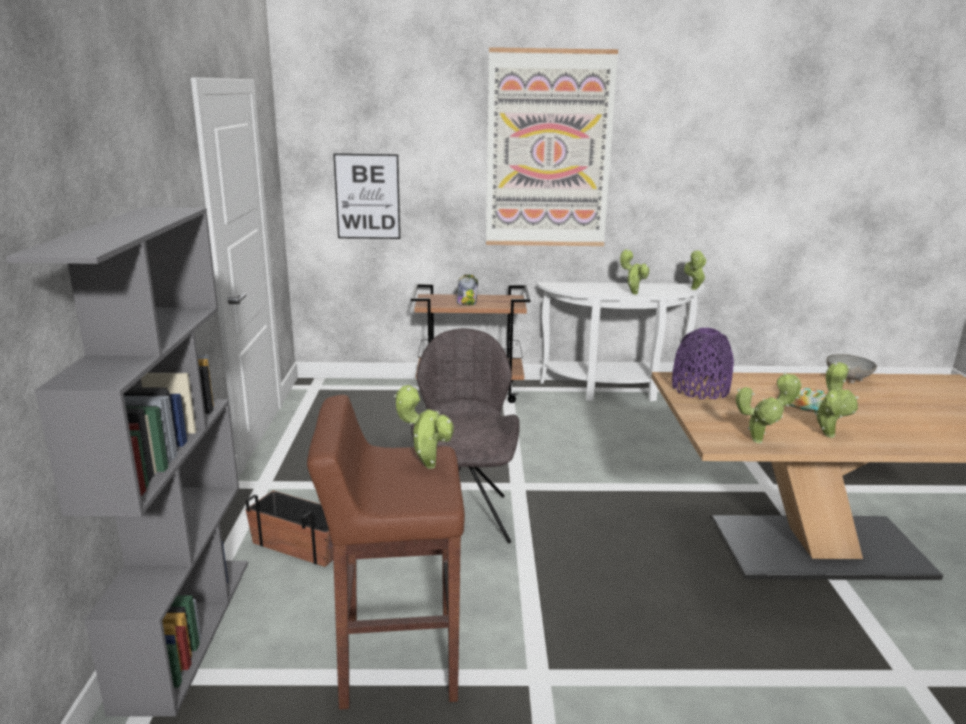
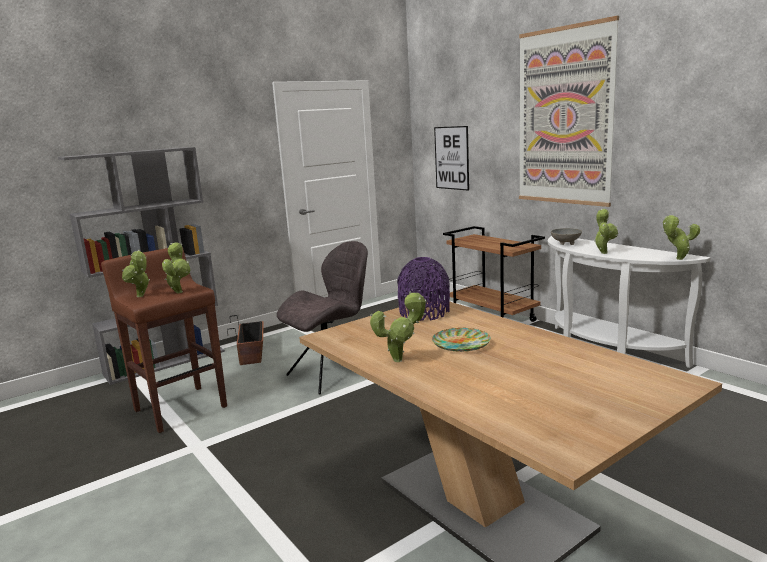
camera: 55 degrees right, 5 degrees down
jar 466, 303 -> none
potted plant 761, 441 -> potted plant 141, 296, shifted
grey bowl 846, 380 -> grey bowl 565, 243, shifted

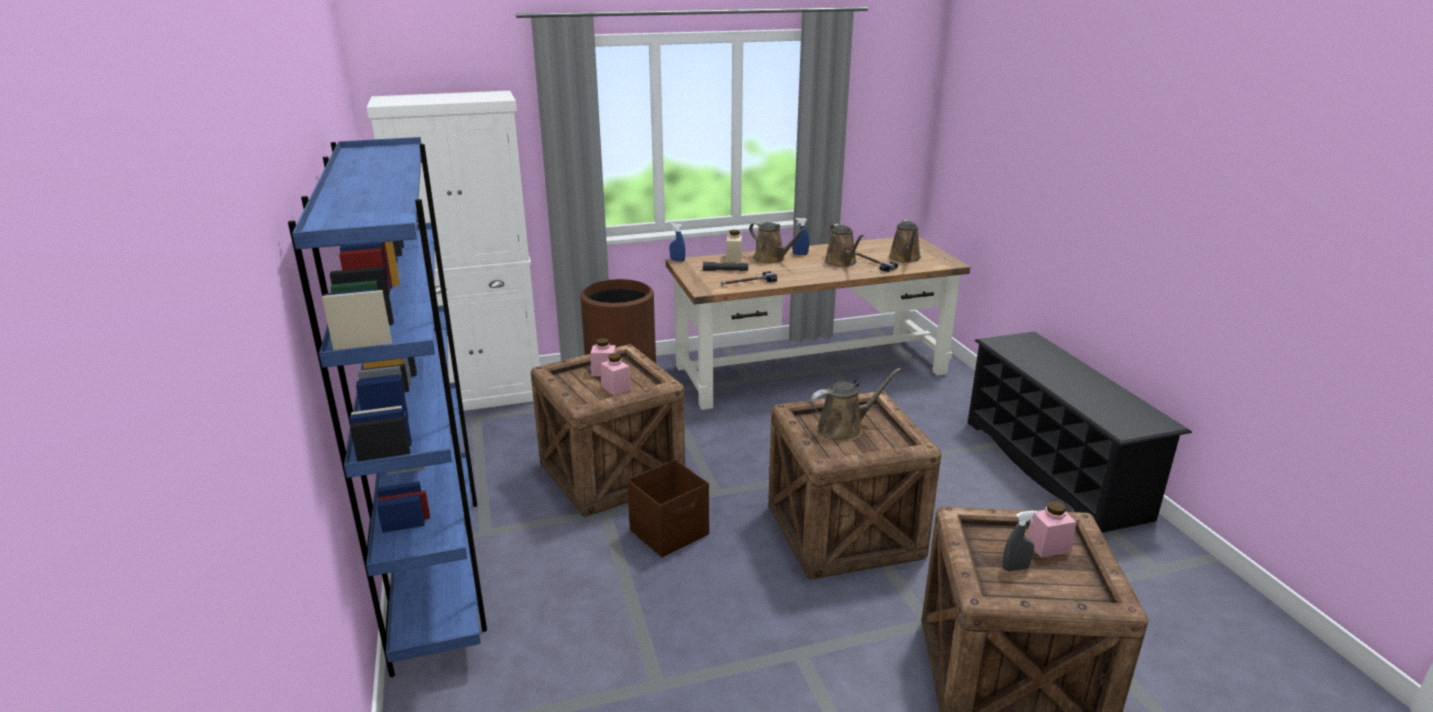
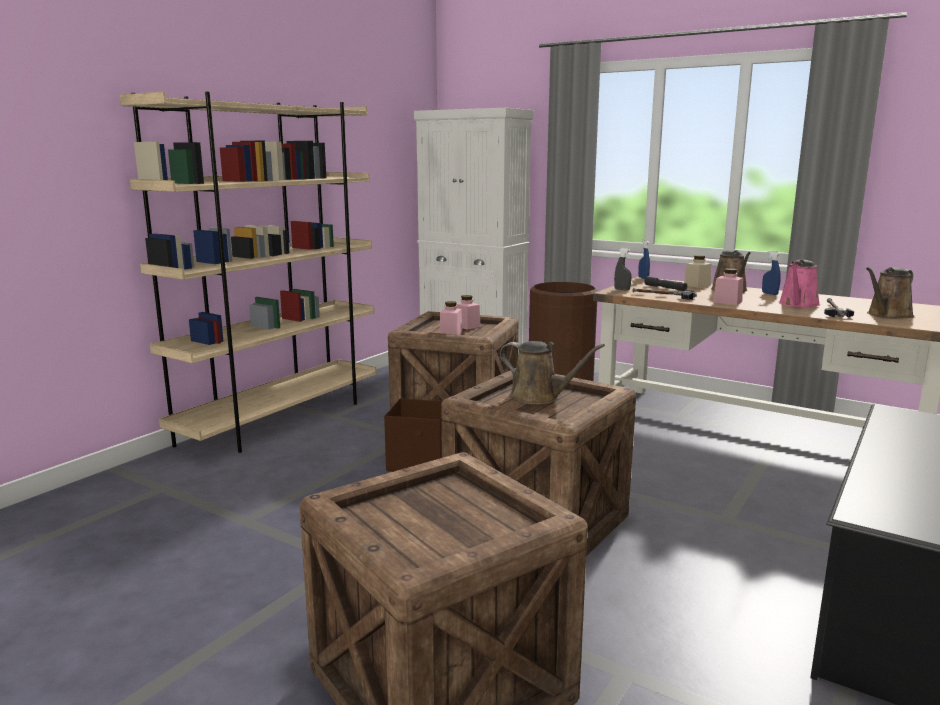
camera: 50 degrees right, 10 degrees down
grey spray bottle 1015, 568 -> grey spray bottle 622, 289, shifted
pink jar 1048, 546 -> pink jar 727, 302, shifted
blue bookcase 438, 568 -> beige bookcase 281, 419
brown watering can 842, 263 -> pink watering can 798, 304

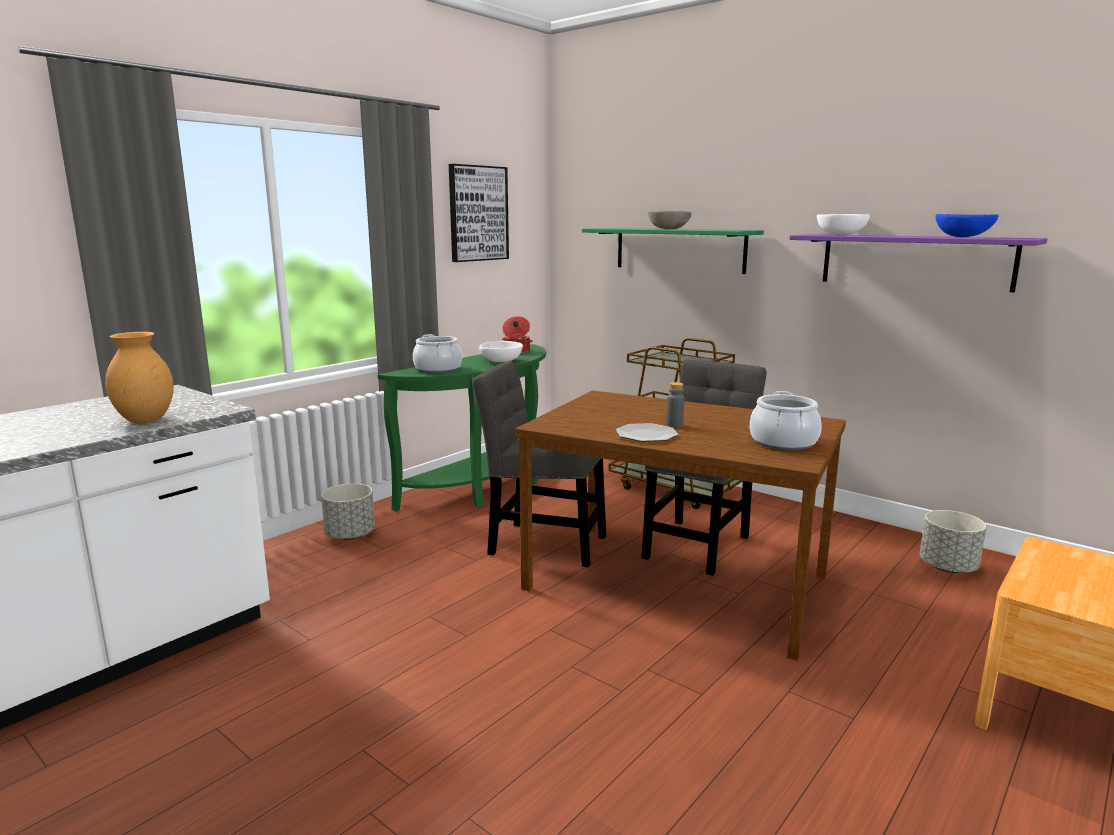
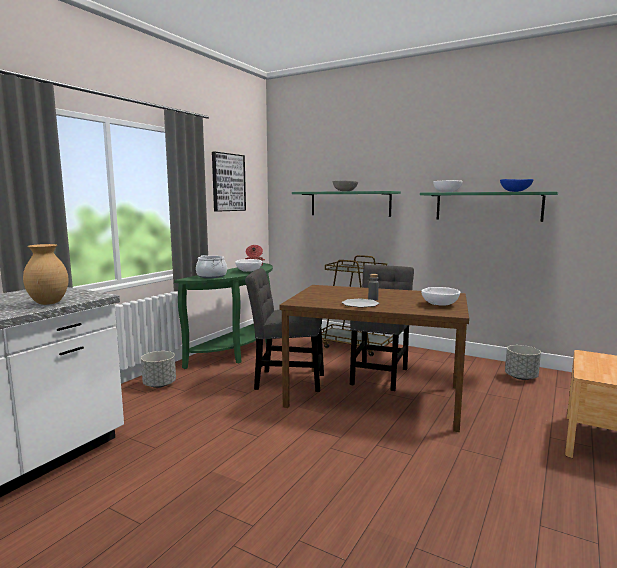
camera: 10 degrees left, 5 degrees down
cooking pot 783, 442 -> white bowl 439, 304
purple shelf 914, 261 -> green shelf 488, 206

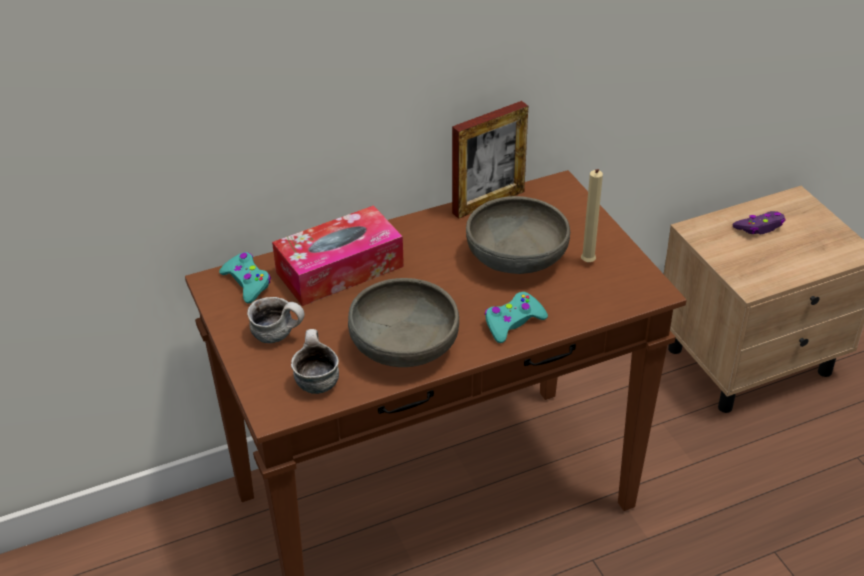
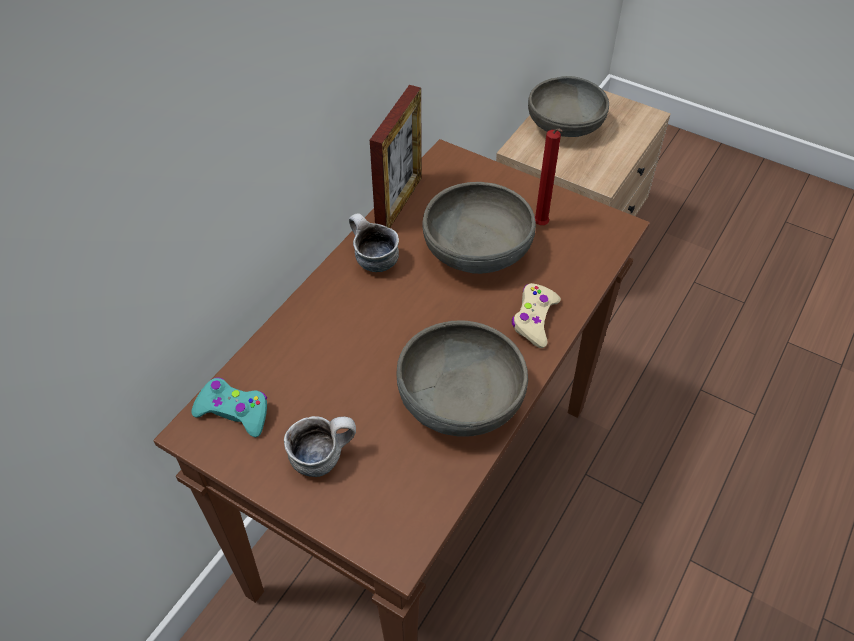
camera: 35 degrees left, 10 degrees up
tissue box 339, 269 -> none
mug 315, 379 -> mug 371, 260, shifted
purple game controller 759, 227 -> grey bowl 565, 126
turquoise game controller 513, 323 -> beige game controller 534, 320
beige candle 587, 264 -> red candle 541, 226

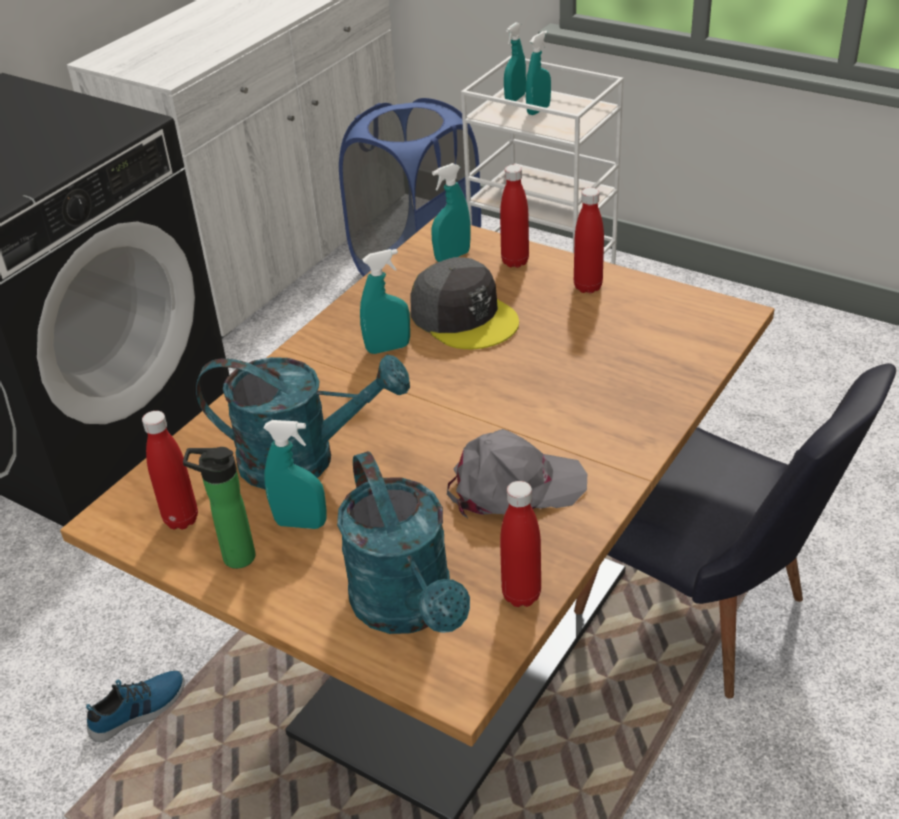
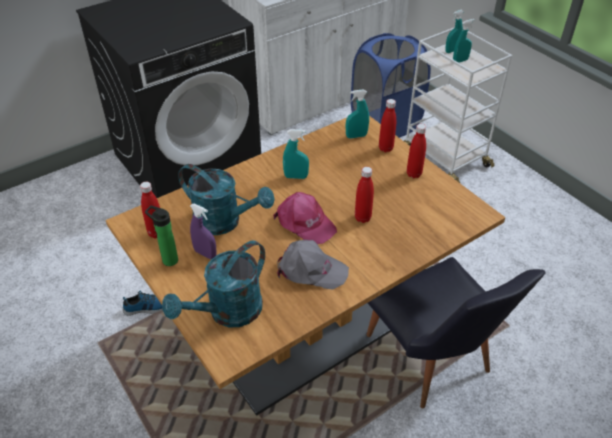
camera: 20 degrees right, 5 degrees up
grey cap 464, 316 -> none
none -> pink cap 305, 223
red bottle 521, 595 -> red bottle 362, 218, shifted
turquoise spray bottle 301, 523 -> purple spray bottle 205, 253
turquoise watering can 409, 609 -> turquoise watering can 228, 313, 45 degrees clockwise

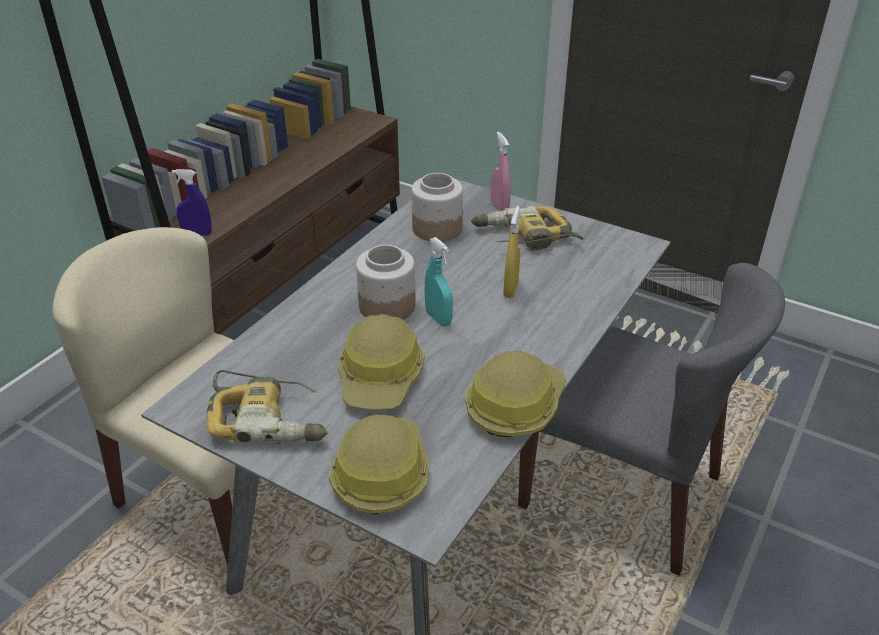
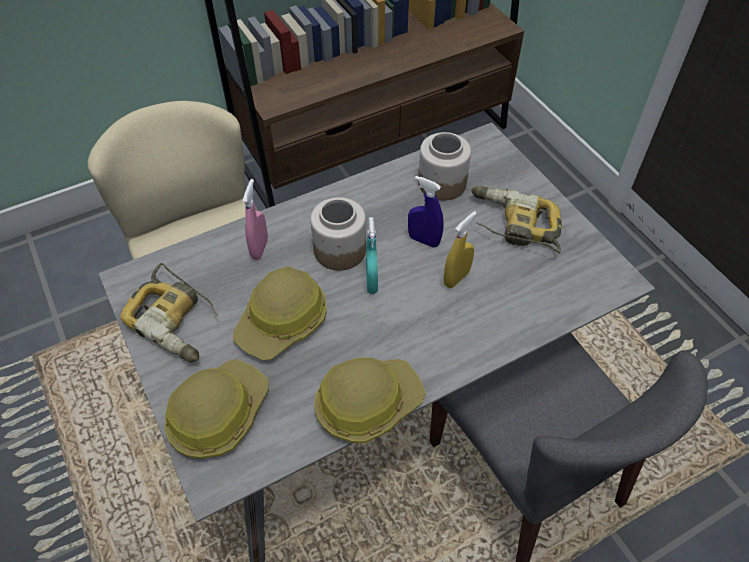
camera: 30 degrees right, 15 degrees up
blue spray bottle 197, 234 -> blue spray bottle 423, 240, shifted
pink spray bottle 499, 207 -> pink spray bottle 259, 248, shifted

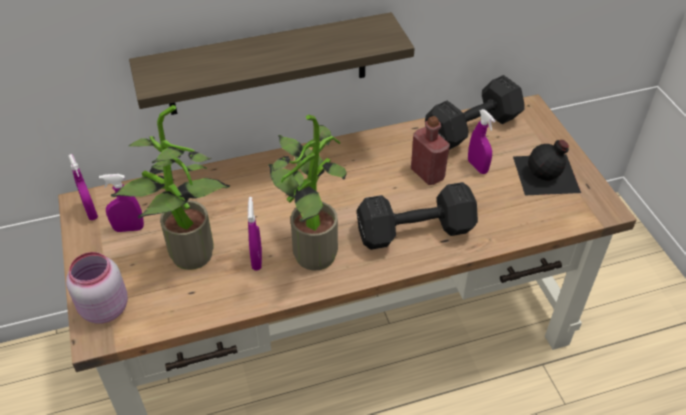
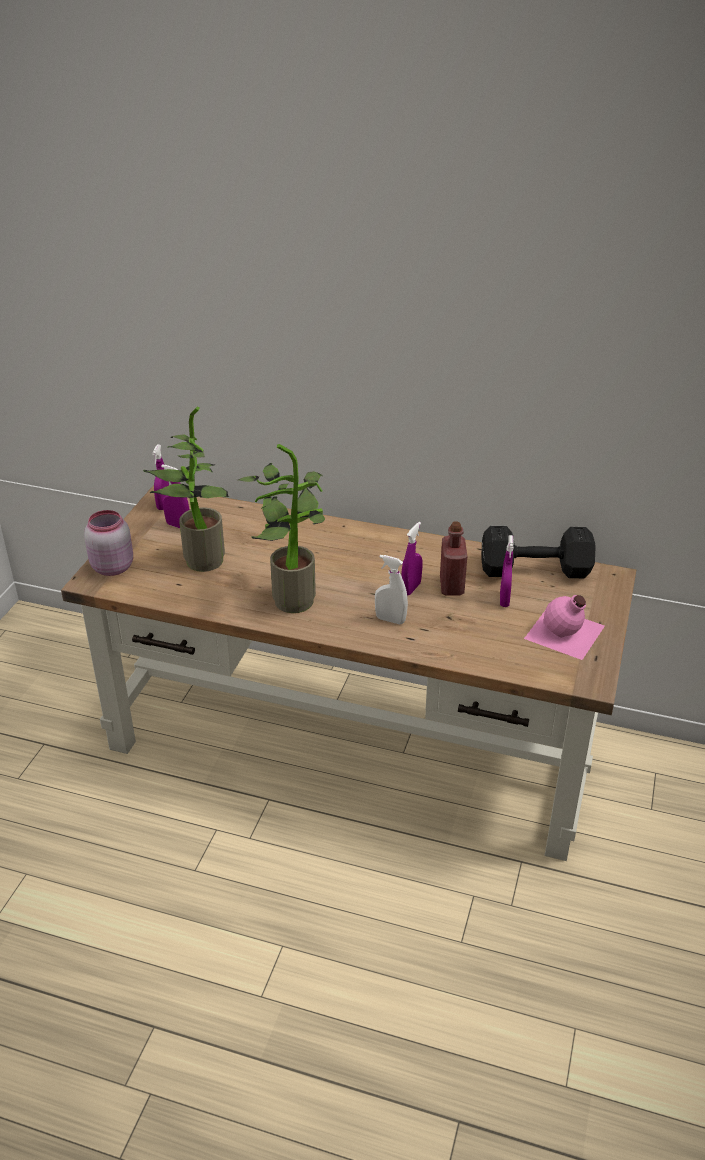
camera: 35 degrees right, 10 degrees down
shelf 267, 65 -> none
purple spray bottle 257, 260 -> purple spray bottle 411, 588, shifted
black dumbbell 412, 231 -> white spray bottle 390, 620
black bottle 547, 175 -> pink bottle 565, 633

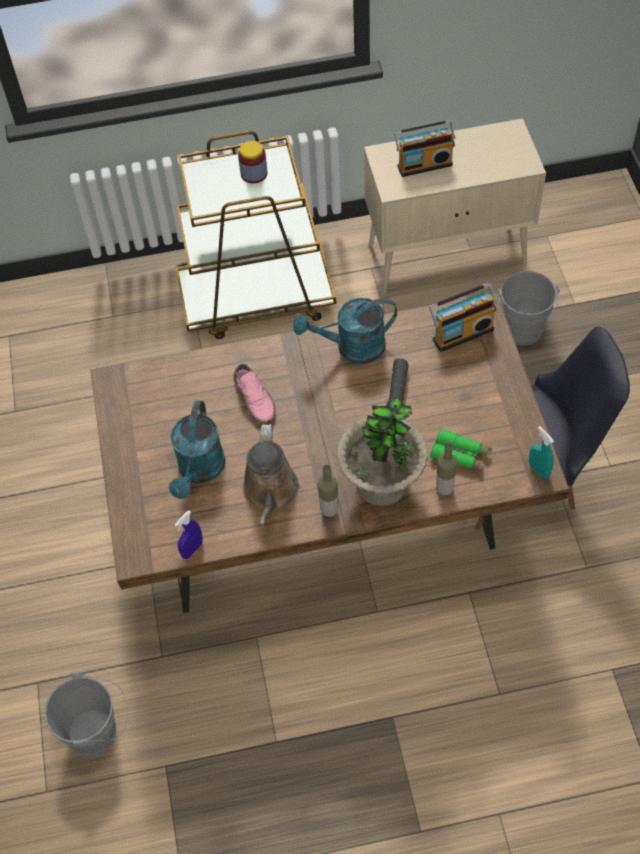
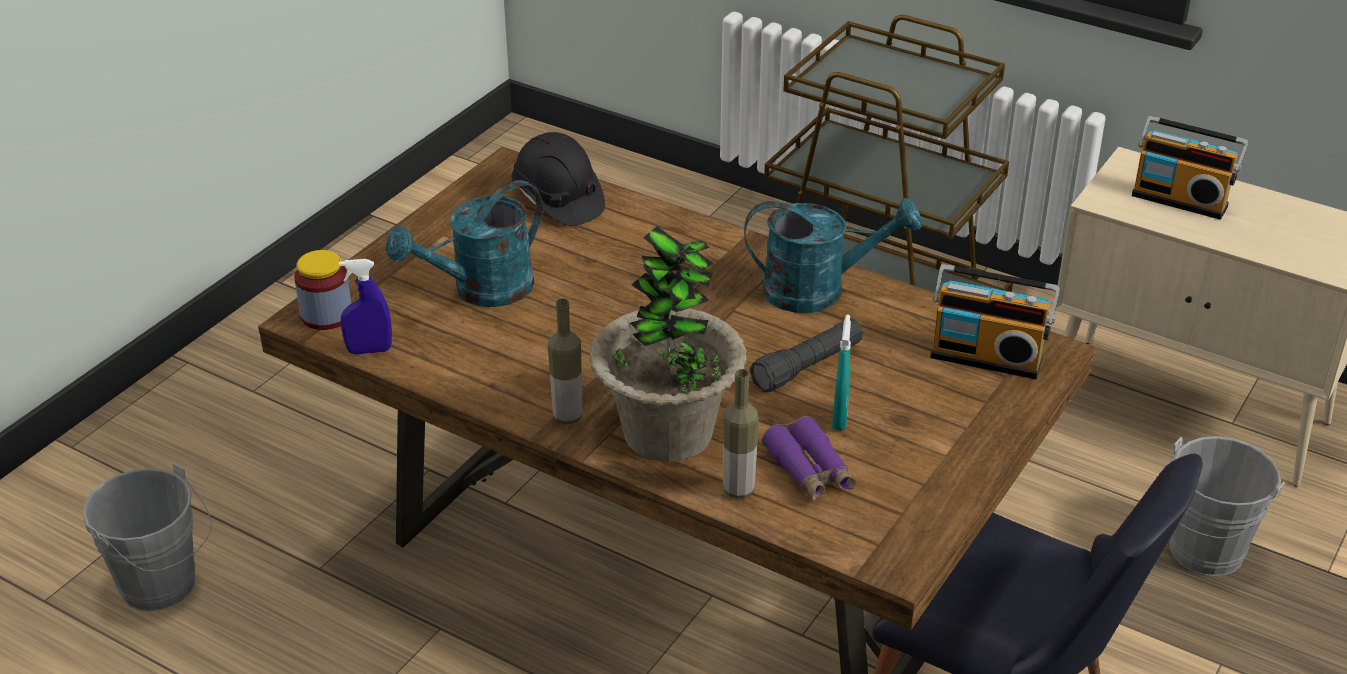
camera: 40 degrees right, 20 degrees down
pink shoe 255, 398 -> none
brown watering can 270, 493 -> none
none -> black hard hat 558, 200
jar 254, 174 -> jar 326, 315, shifted
turquoise spray bottle 538, 470 -> turquoise spray bottle 839, 418, shifted
green binoculars 460, 455 -> purple binoculars 809, 471
turquoise watering can 352, 348 -> turquoise watering can 819, 290, 150 degrees clockwise

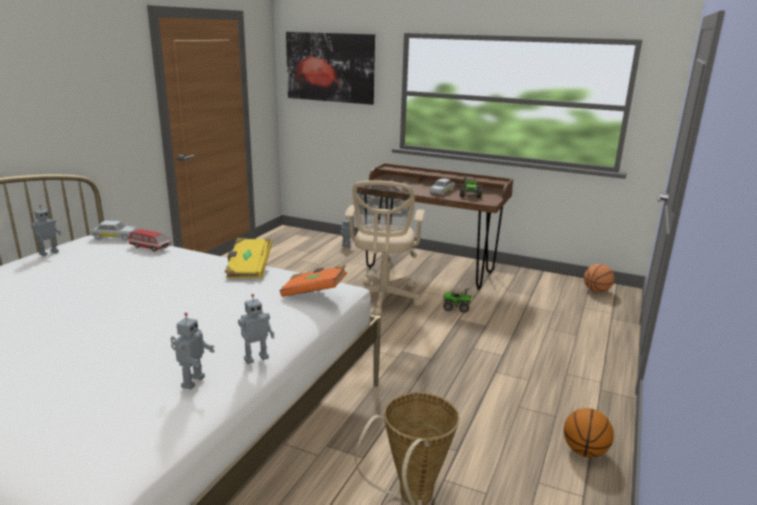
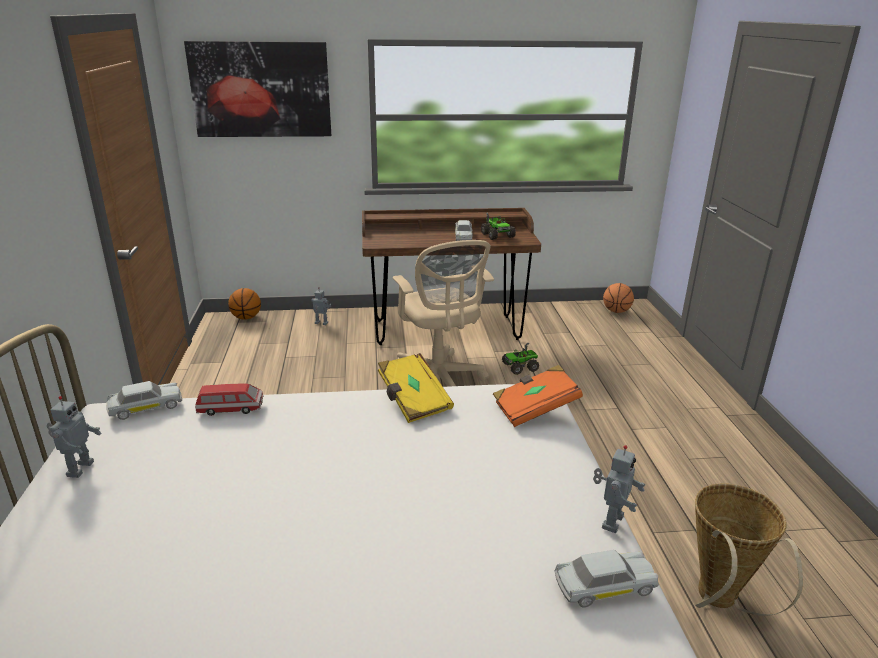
camera: 30 degrees left, 5 degrees up
basketball 585, 451 -> basketball 246, 317, shifted
toy robot 192, 381 -> white toy car 604, 586

